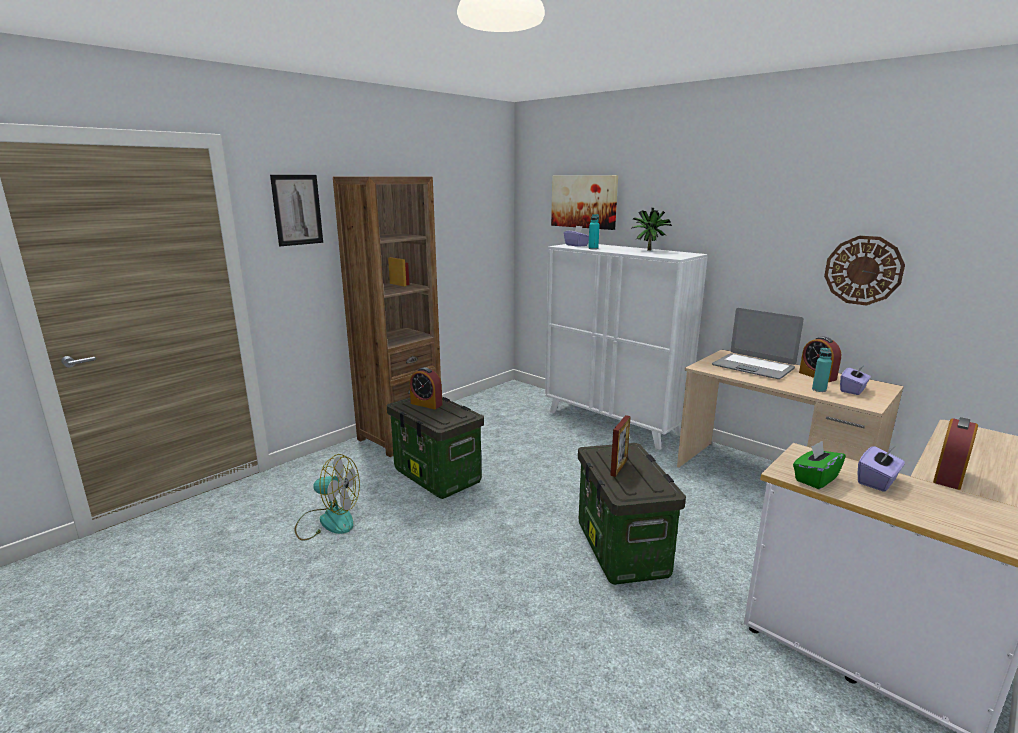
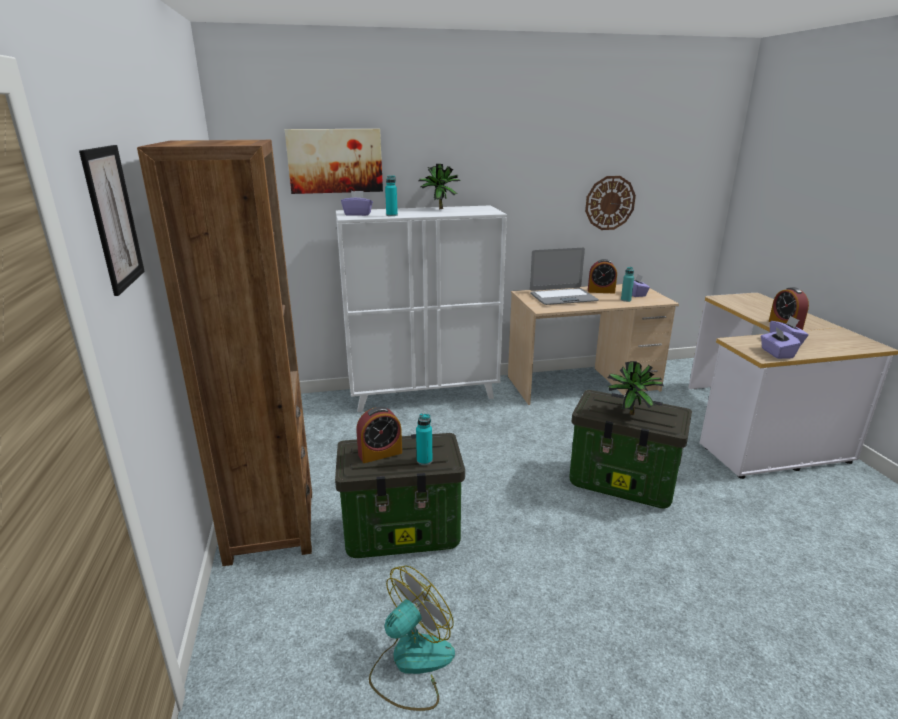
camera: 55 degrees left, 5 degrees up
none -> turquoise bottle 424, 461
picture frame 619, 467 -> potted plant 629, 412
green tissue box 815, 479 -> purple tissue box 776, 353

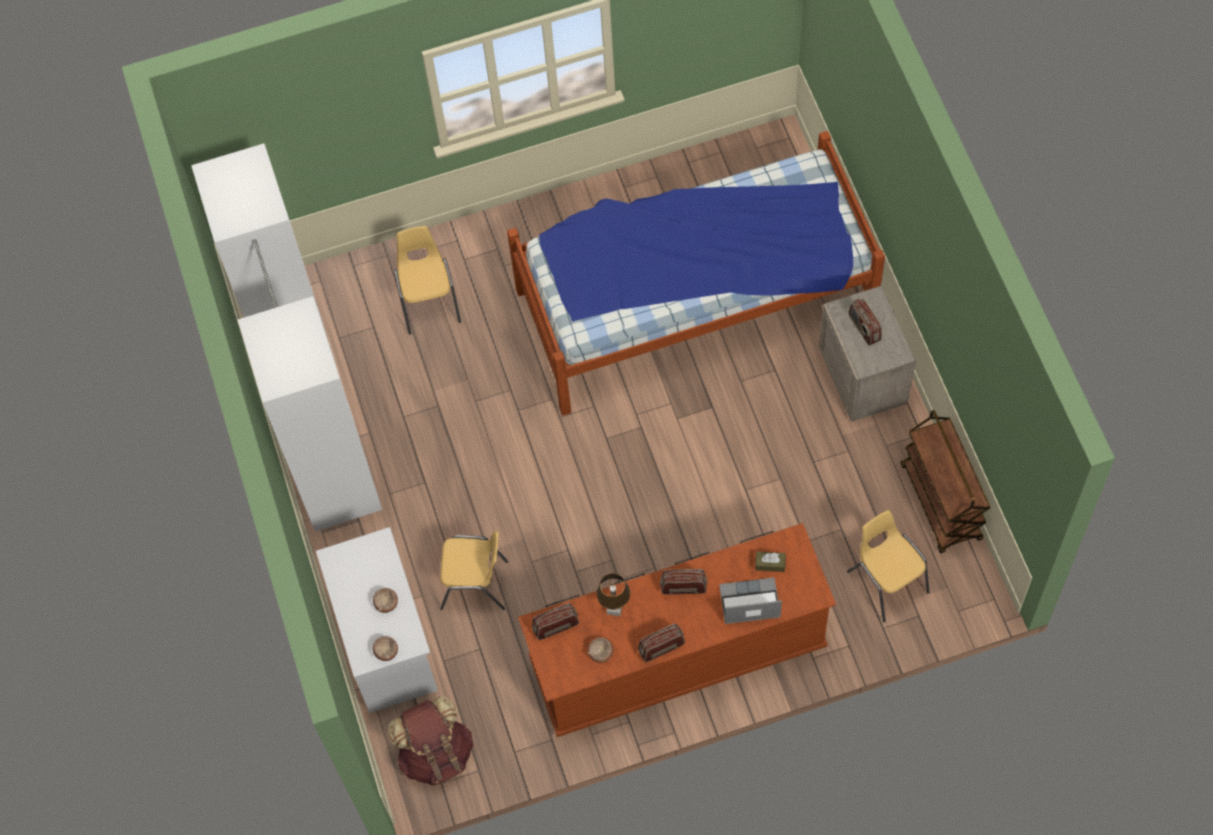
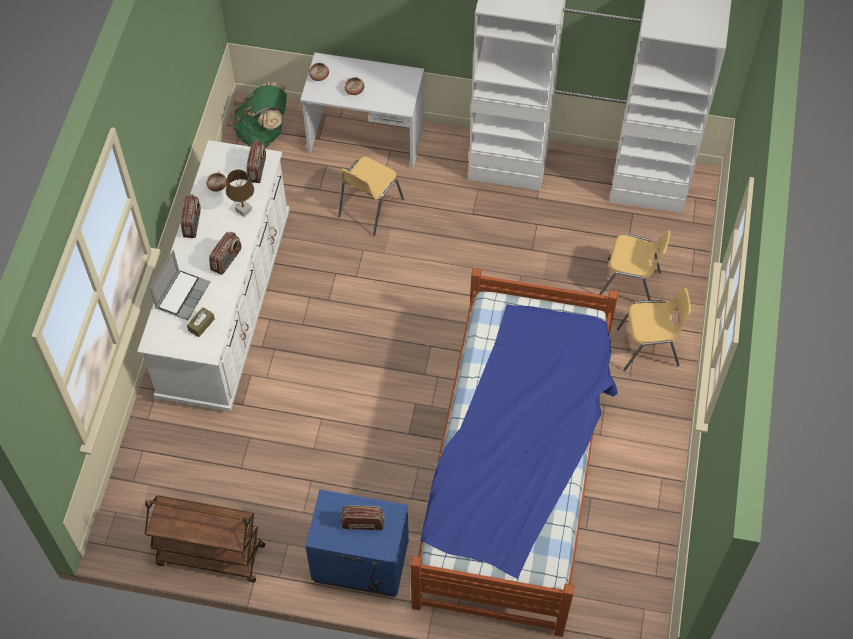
camera: 115 degrees right, 5 degrees down
yellow chair 887, 581 -> yellow chair 648, 348, shifted
brown backpack 436, 753 -> green backpack 264, 133
brown dresser 677, 653 -> white dresser 226, 305
beige nightstand 864, 377 -> blue nightstand 360, 563

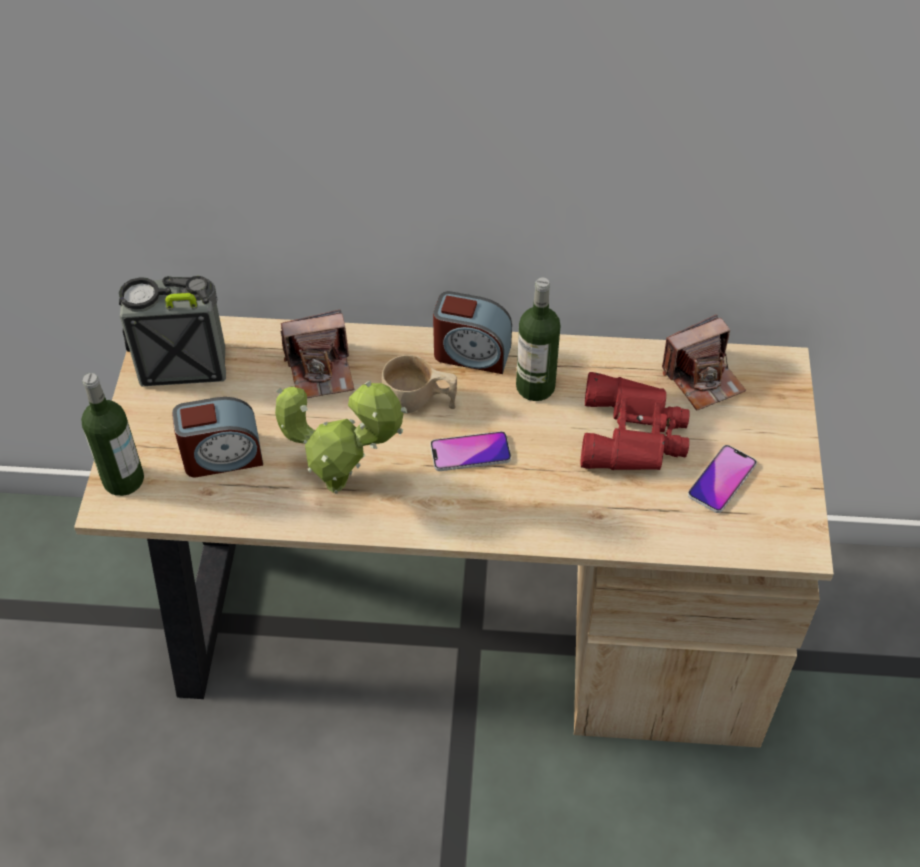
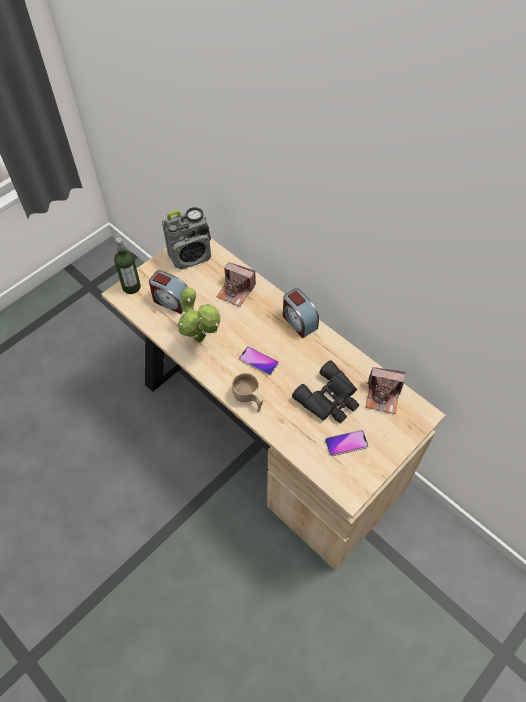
camera: 40 degrees right, 5 degrees up
bottle 535, 386 -> none
beige cup 419, 403 -> beige cup 248, 399, shifted
red binoculars 634, 434 -> black binoculars 330, 399
radio 182, 364 -> radio 191, 256, 120 degrees clockwise

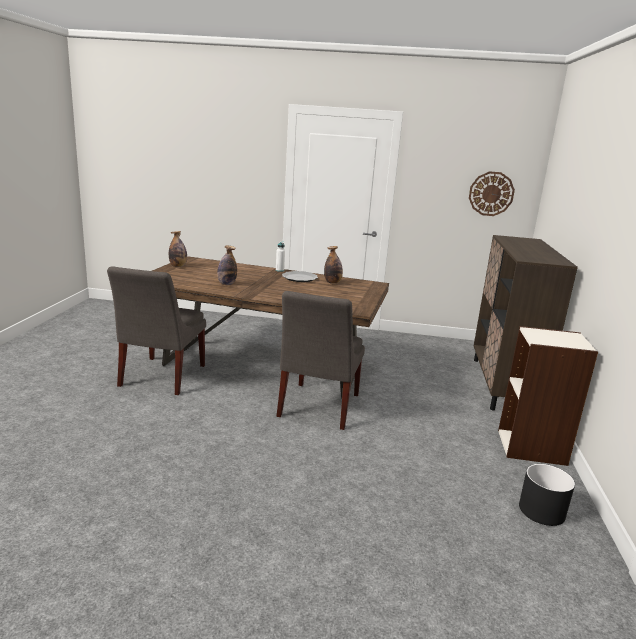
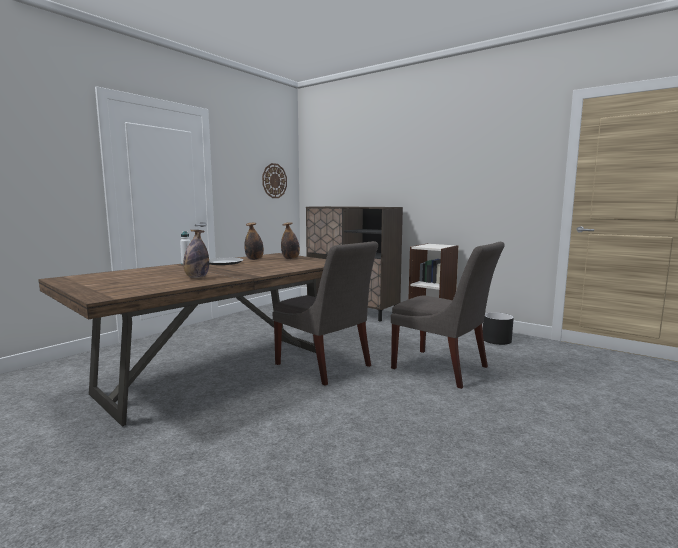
camera: 60 degrees left, 10 degrees down
grey chair 160, 377 -> grey chair 443, 369, shifted
bottle 178, 266 -> bottle 290, 259, shifted

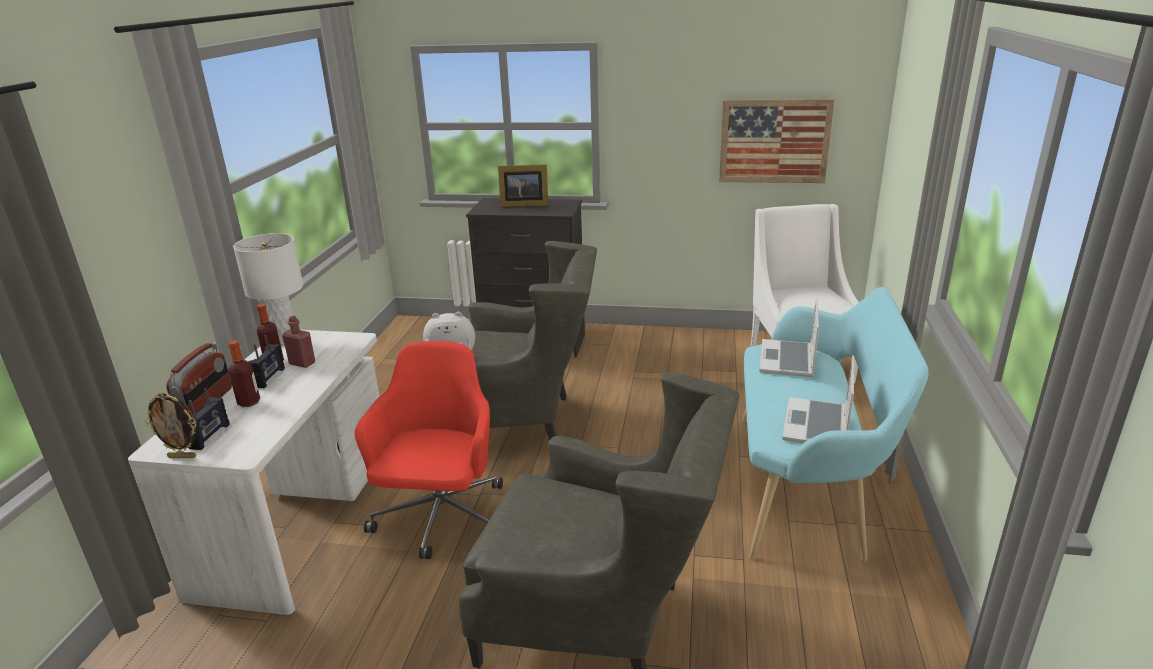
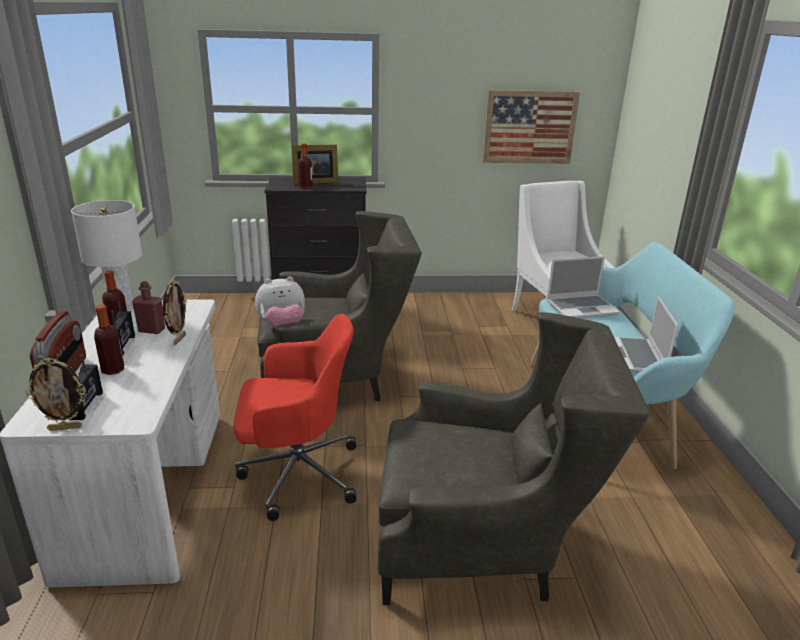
camera: 15 degrees left, 0 degrees up
none -> picture frame 178, 339
none -> bottle 305, 187
red office chair 441, 518 -> red office chair 296, 473, 90 degrees clockwise
laptop 788, 360 -> laptop 581, 308, 105 degrees counterclockwise

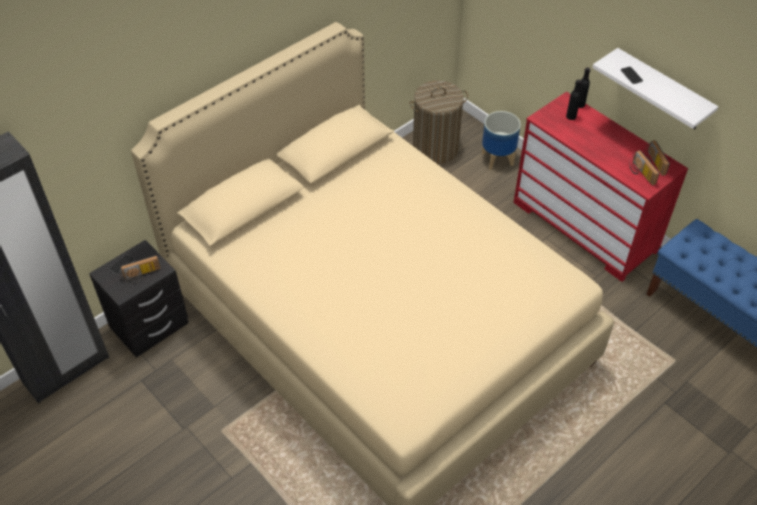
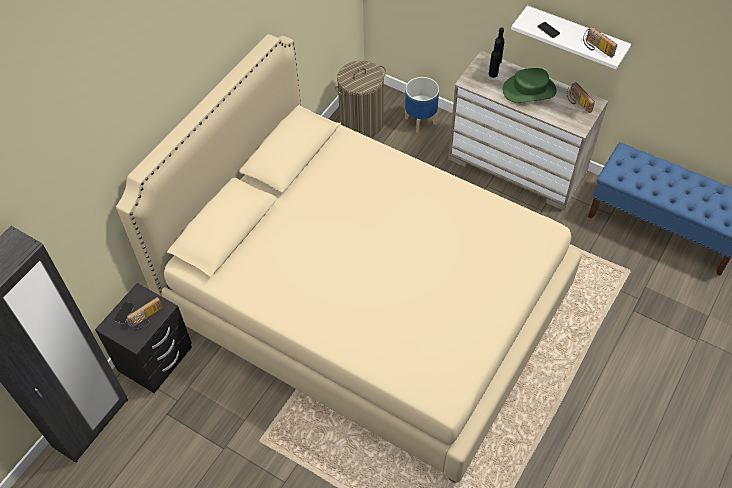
camera: 15 degrees left, 5 degrees up
none -> green hat 529, 90
radio 640, 173 -> radio 596, 48, shifted
red dresser 585, 226 -> beige dresser 517, 166

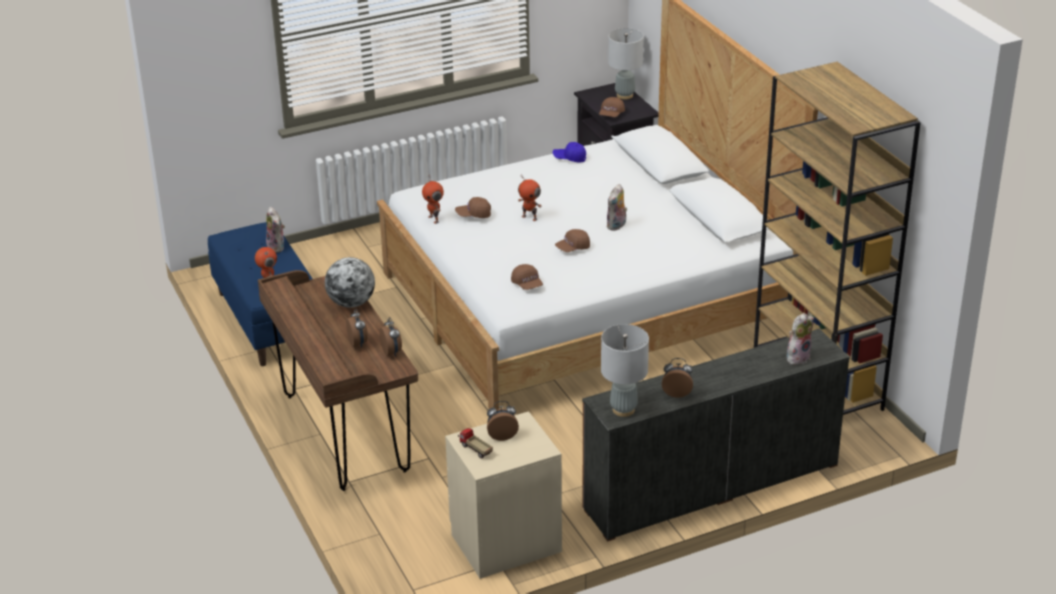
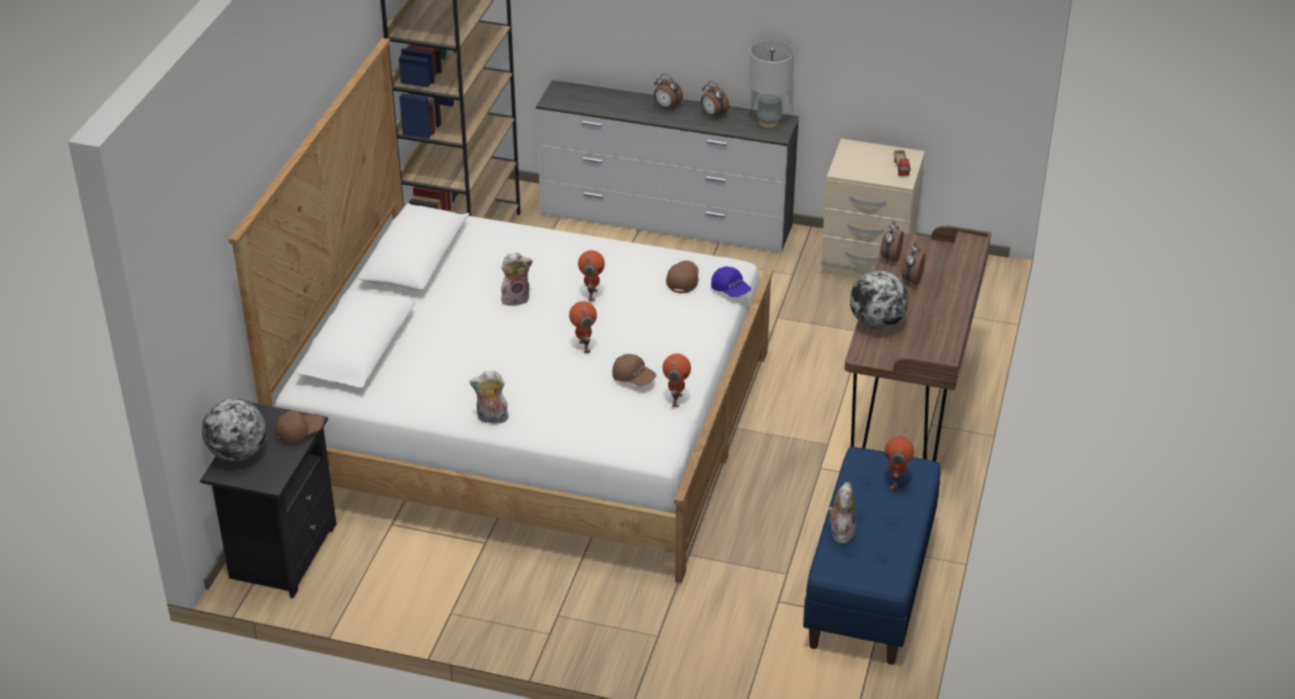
camera: 140 degrees left, 5 degrees up
alarm clock 502, 435 -> alarm clock 666, 107, shifted
blue cap 569, 158 -> blue cap 730, 290, shifted
plush toy 797, 357 -> plush toy 491, 419, shifted
brown cap 572, 248 -> toy robot 591, 295
grey table lamp 624, 95 -> globe 238, 453
brown dresser 710, 486 -> white dresser 666, 221

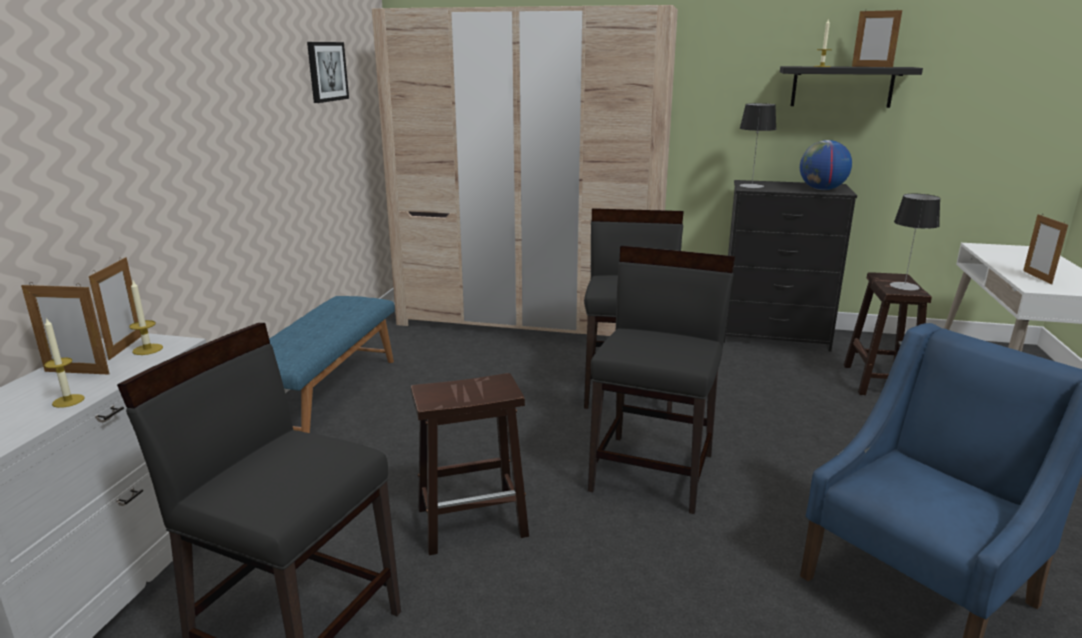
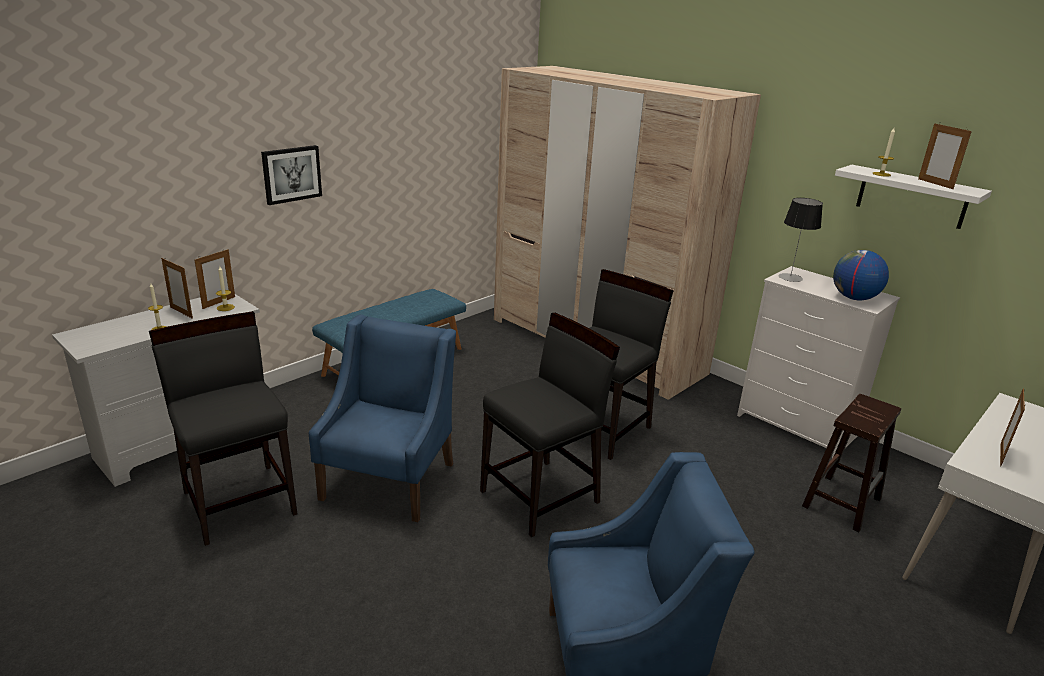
camera: 30 degrees right, 5 degrees up
table lamp 904, 286 -> none
picture 326, 71 -> picture 291, 174, shifted
brown stool 473, 521 -> blue armchair 389, 480
black dresser 774, 336 -> white dresser 797, 426
black shelf 842, 86 -> white shelf 912, 197

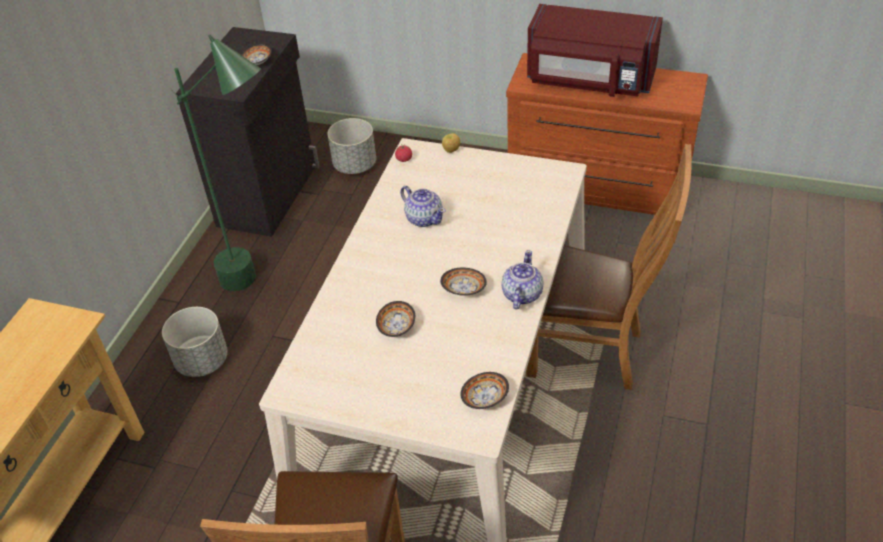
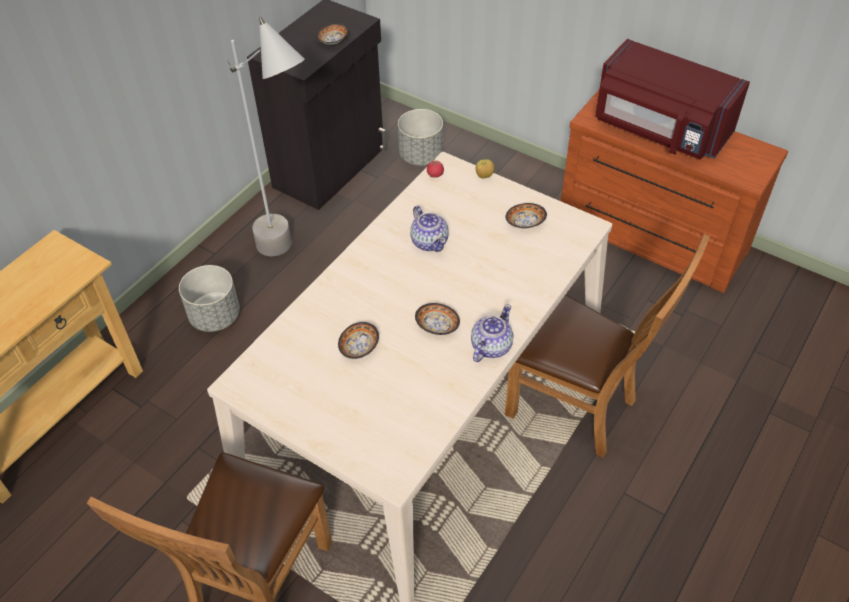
camera: 15 degrees right, 5 degrees up
bowl 486, 399 -> bowl 526, 224, shifted
green floor lamp 263, 287 -> grey floor lamp 293, 258

